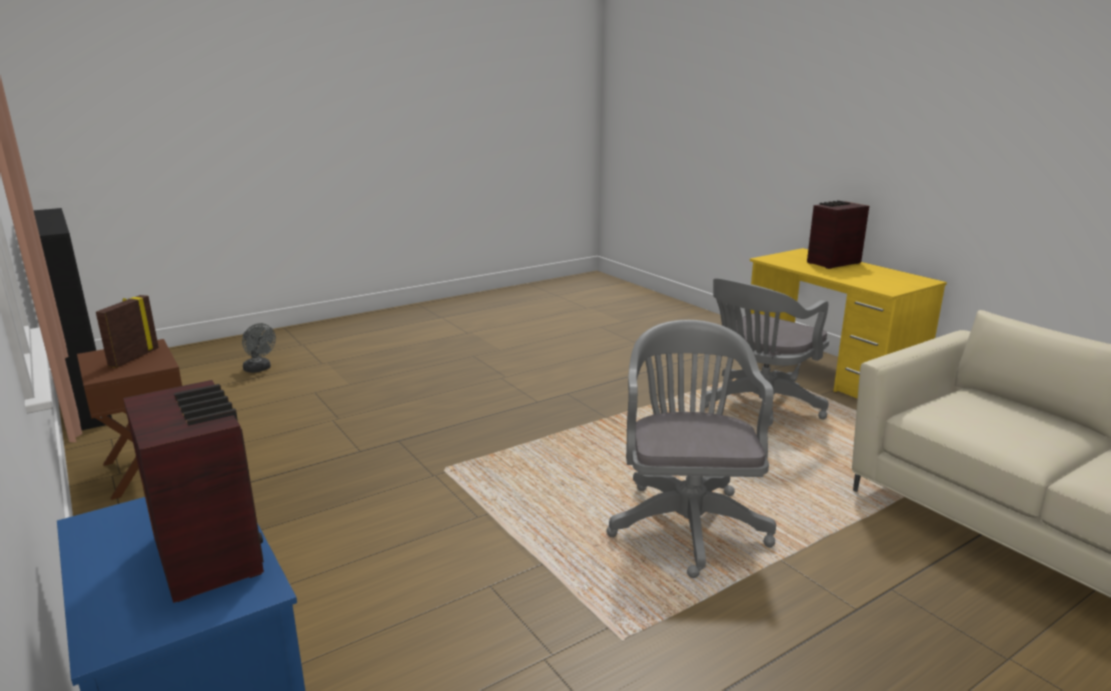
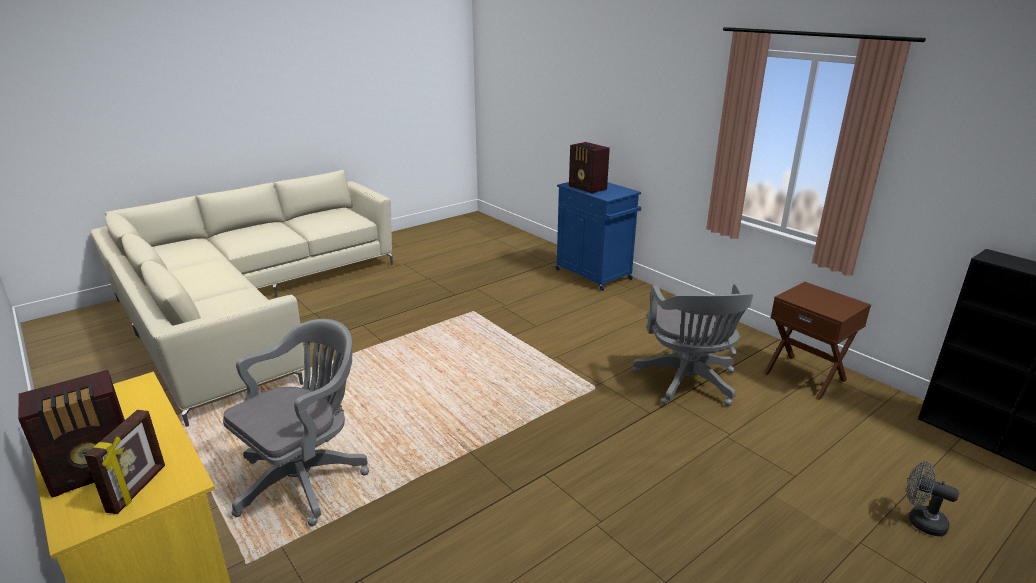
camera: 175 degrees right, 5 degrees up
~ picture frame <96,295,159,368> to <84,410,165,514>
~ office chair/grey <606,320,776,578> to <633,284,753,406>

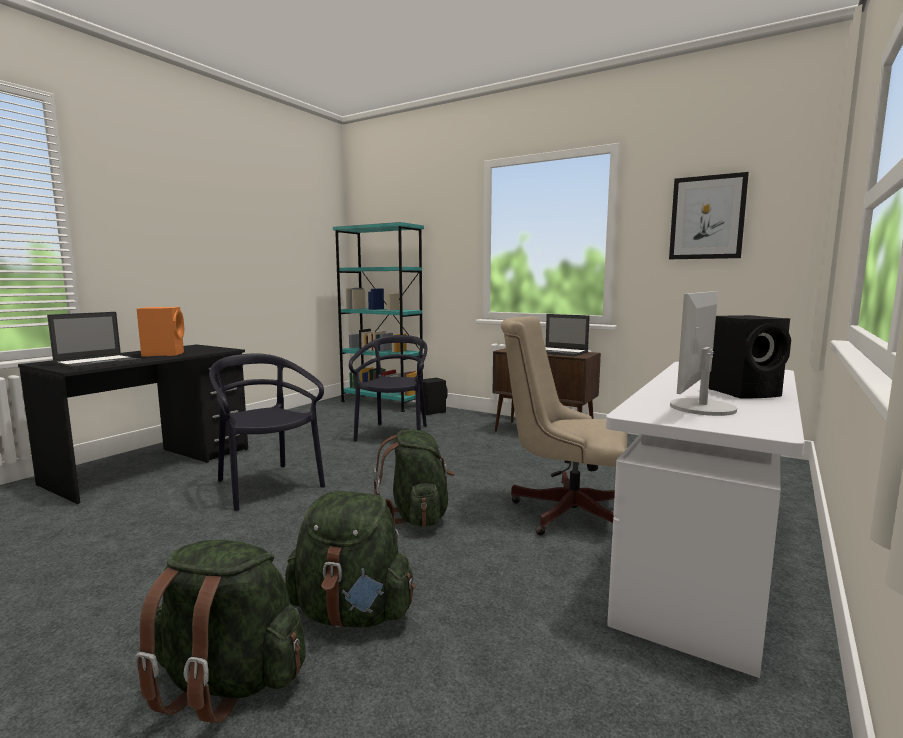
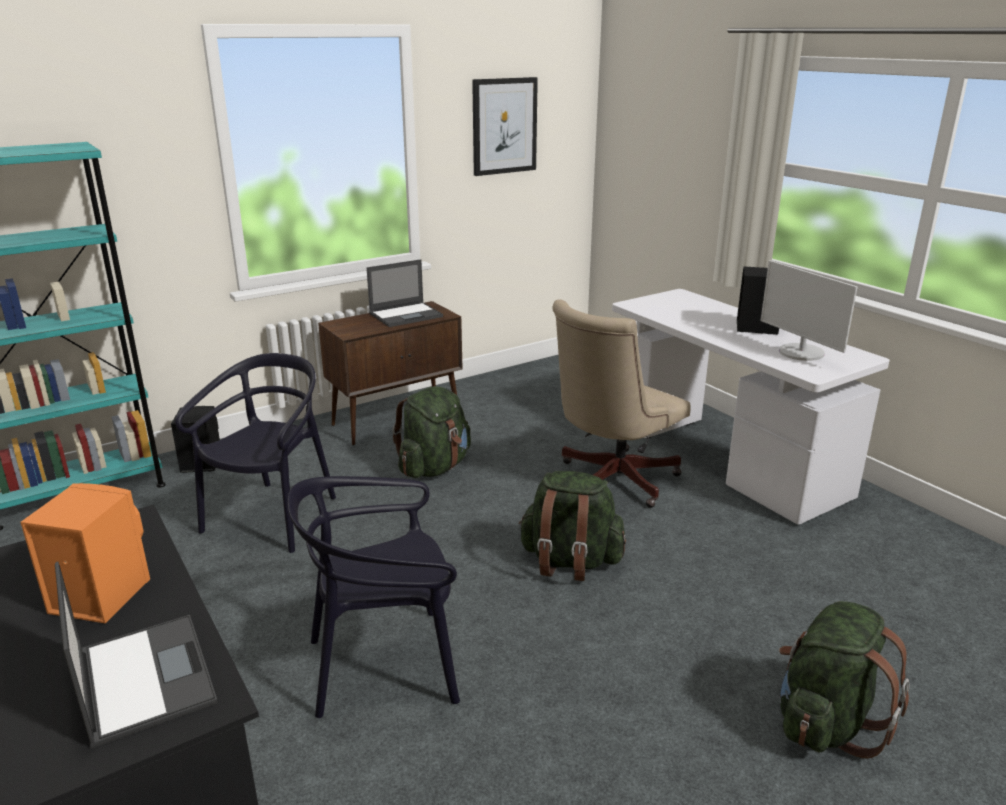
camera: 65 degrees left, 15 degrees up
~ backpack/green <285,491,416,628> to <392,386,471,478>
~ chair/black <349,335,427,442> = <175,353,336,553> 75 degrees clockwise

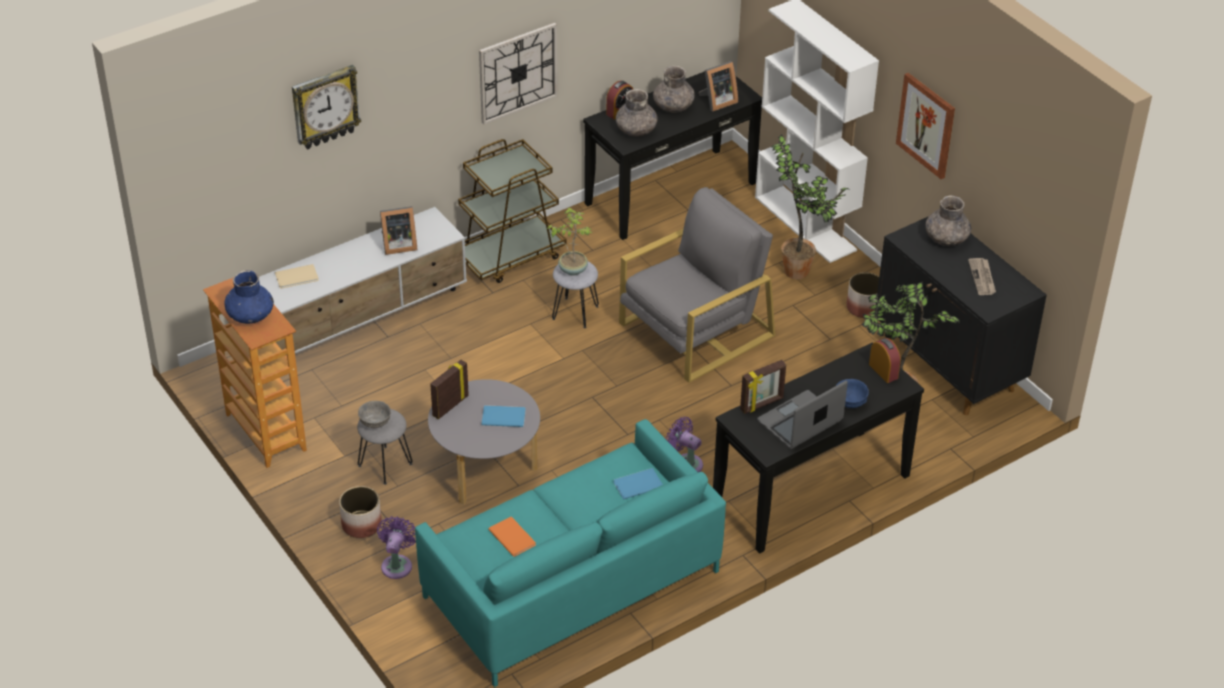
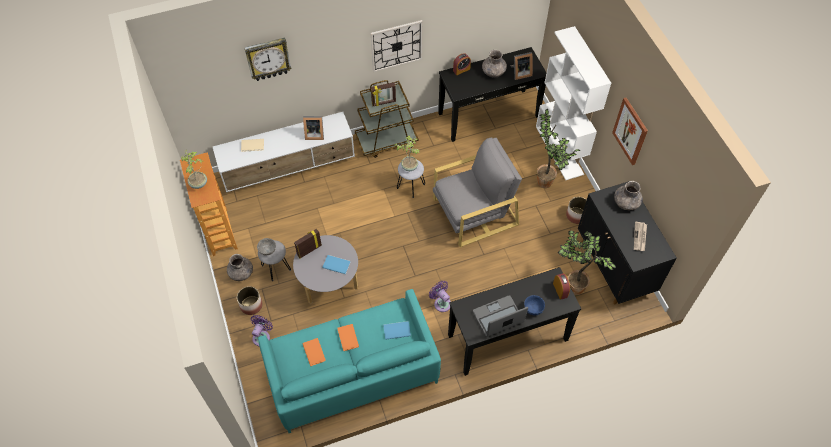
camera: 15 degrees right, 15 degrees up
+ book/orange <337,324,359,351>
~ vase/grey <616,89,658,136> to <227,254,253,281>
~ picture frame <740,360,786,414> to <371,82,396,106>
~ vase/blue <224,270,274,324> to potted plant <181,150,207,189>

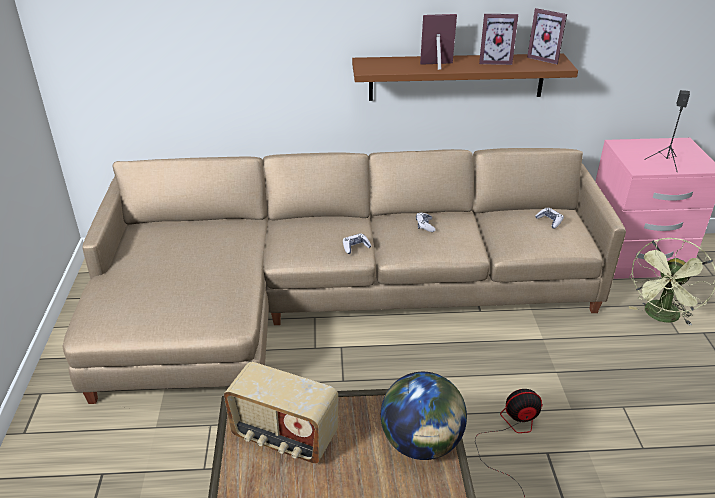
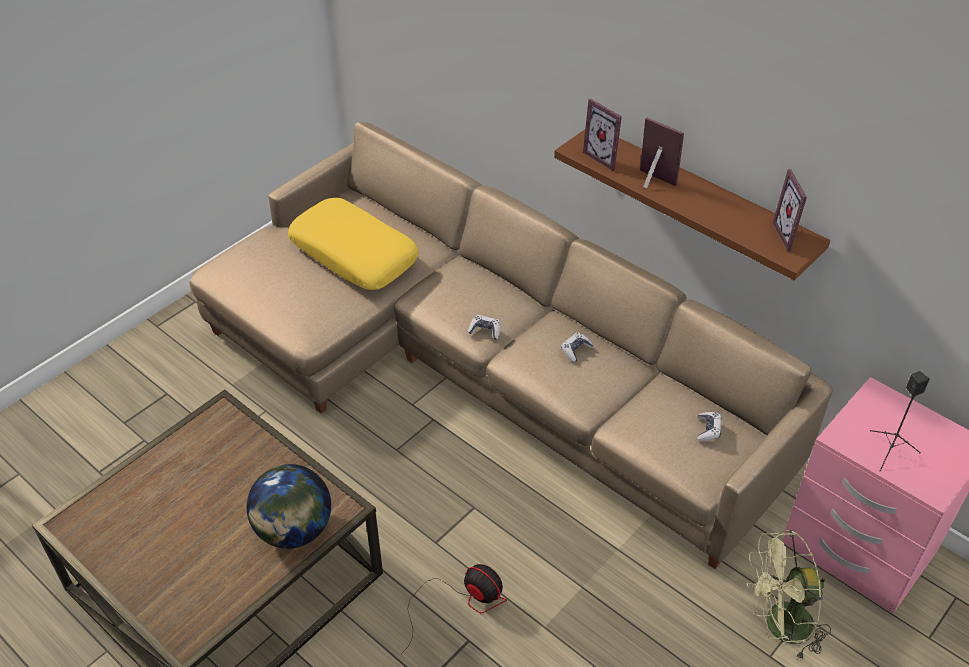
camera: 45 degrees right, 10 degrees up
- radio <224,362,338,464>
+ pillow/yellow <288,198,419,290>
~ picture frame <479,14,519,65> to <583,99,622,171>

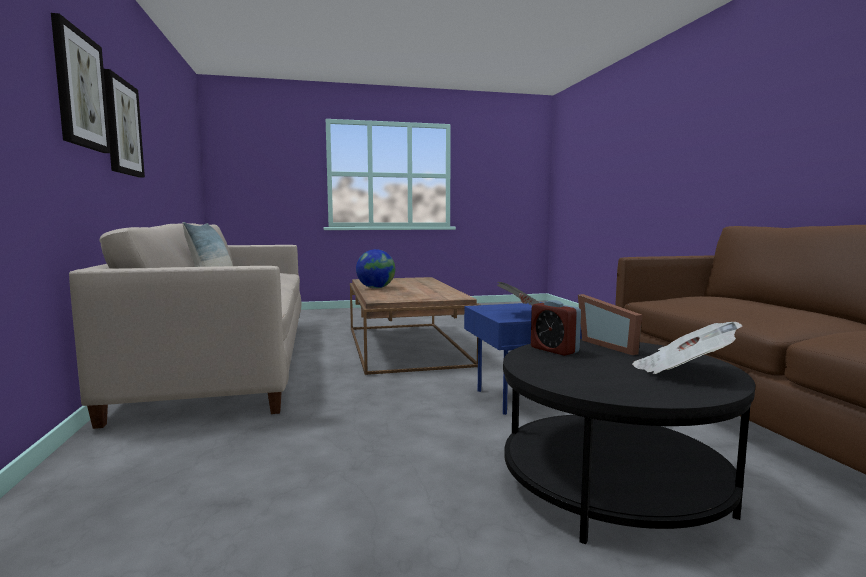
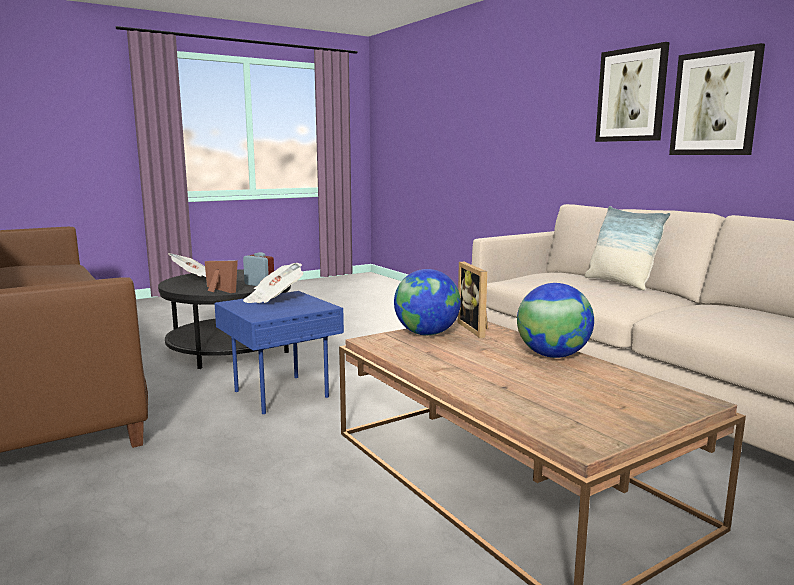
camera: 160 degrees right, 5 degrees up
+ globe <394,269,461,336>
+ picture frame <457,262,488,338>

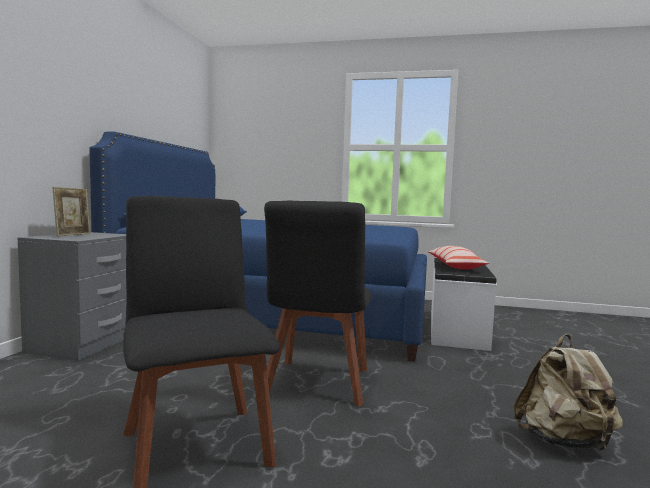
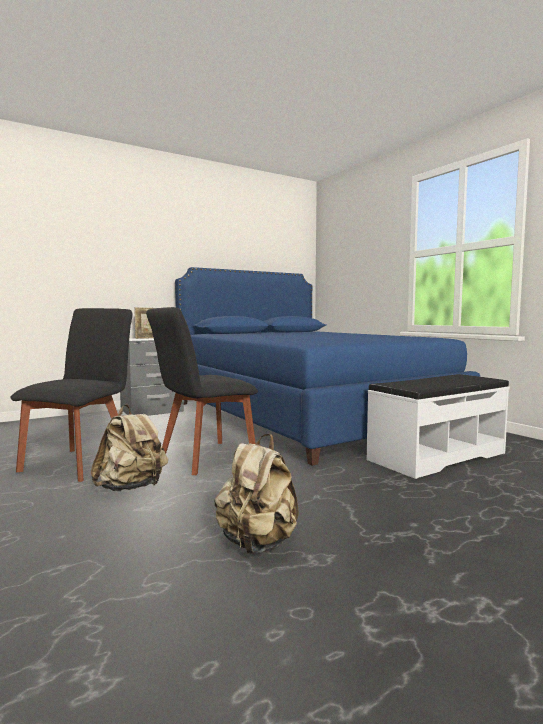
camera: 45 degrees right, 0 degrees up
- pillow <428,246,489,269>
+ backpack/beige <91,404,168,491>

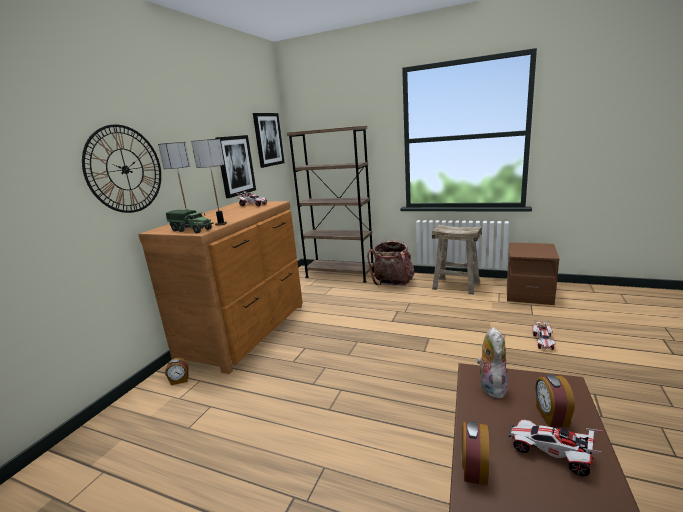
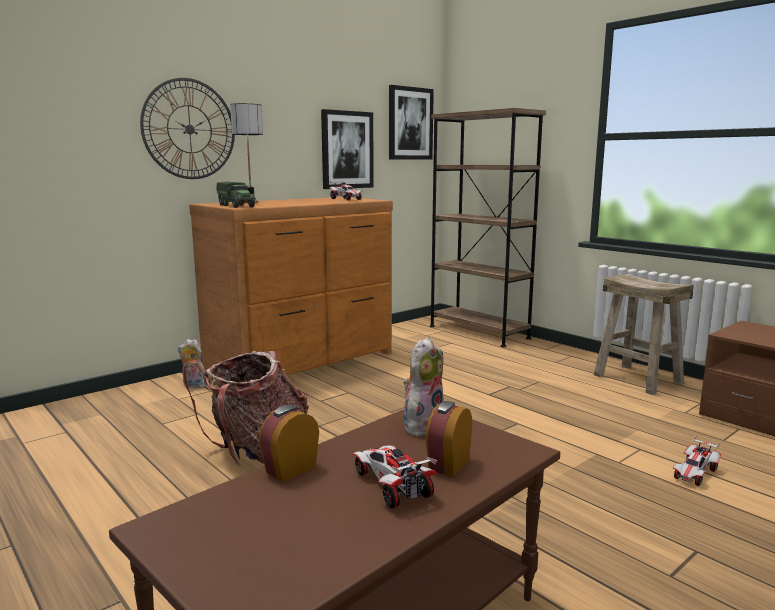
camera: 25 degrees right, 5 degrees down
- table lamp <191,139,227,226>
~ backpack <367,239,414,286> to <183,351,309,465>
~ alarm clock <165,358,189,385> to plush toy <178,339,207,388>

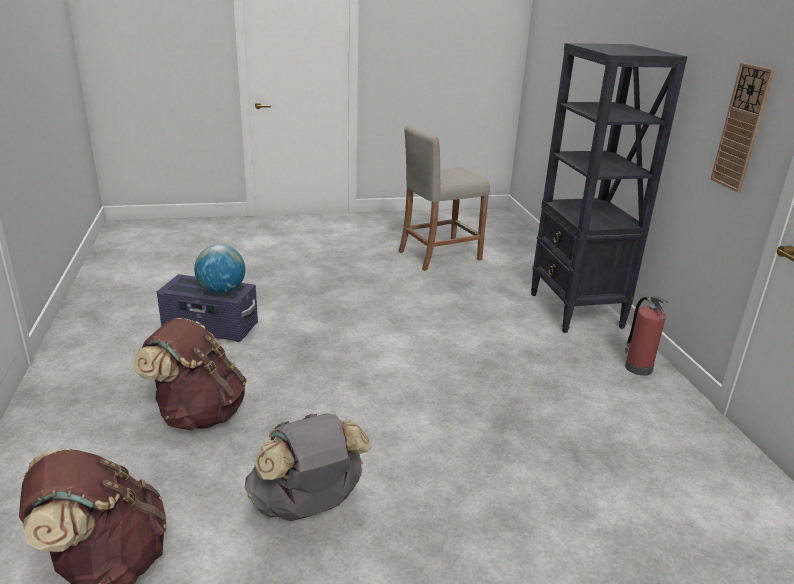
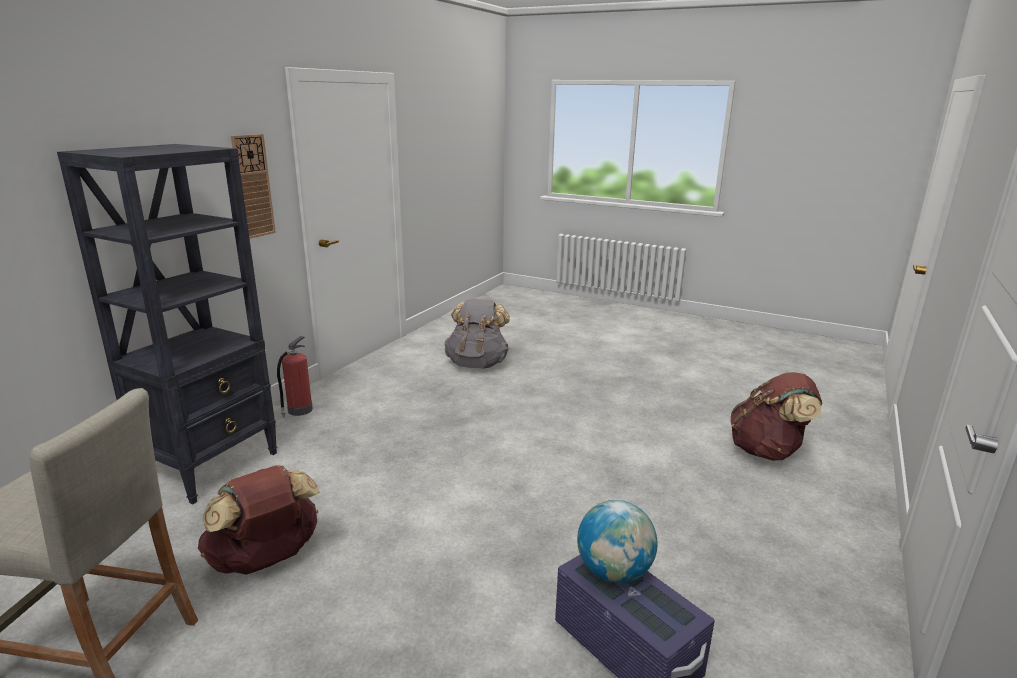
camera: 140 degrees left, 5 degrees down
~ backpack/brown <133,318,247,431> to <198,465,319,575>
~ backpack/grey <245,413,371,521> to <444,299,510,368>

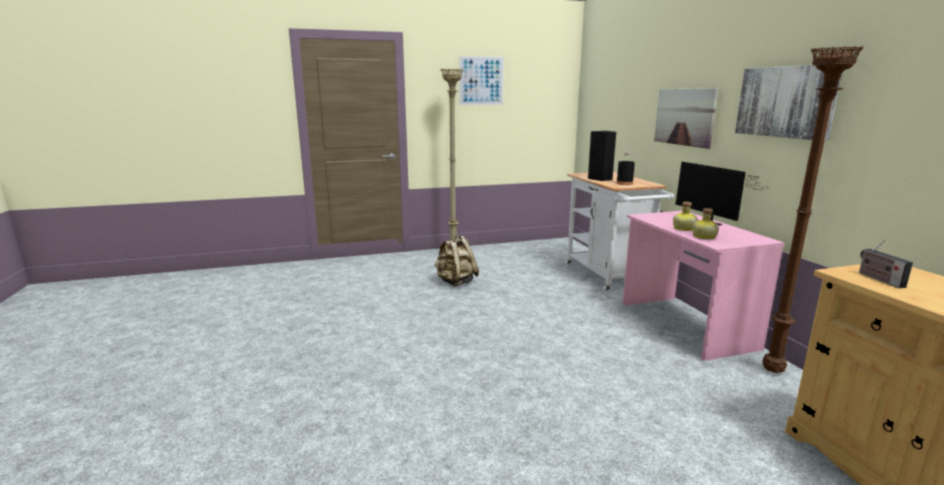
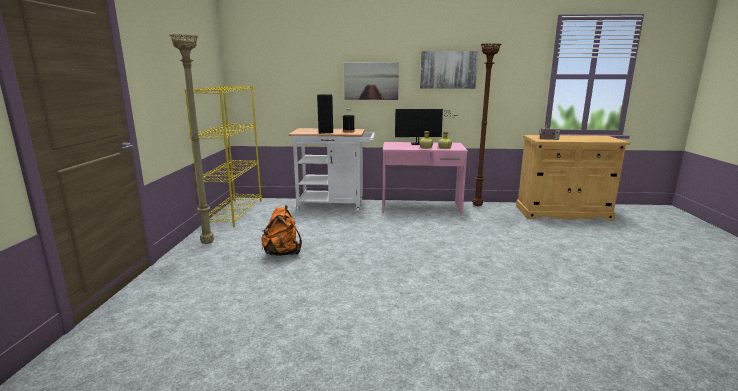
camera: 70 degrees left, 0 degrees up
- picture <459,56,504,105>
+ bookcase/yellow <185,86,262,227>
~ backpack/beige <434,235,479,287> to backpack/orange <261,205,302,256>

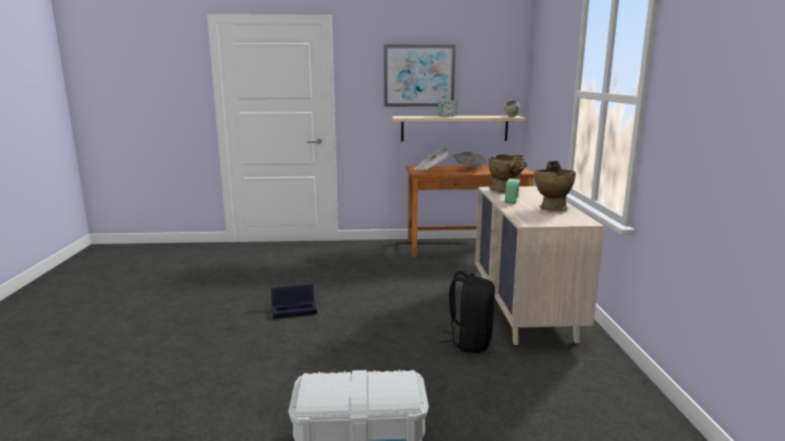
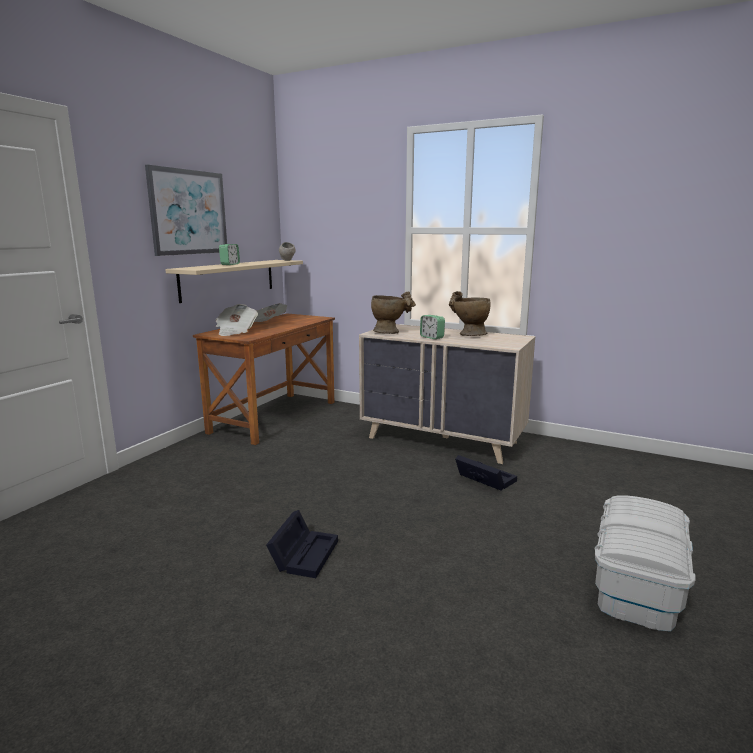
camera: 60 degrees left, 0 degrees up
~ backpack/black <439,271,495,353> to storage box/black <455,455,517,491>

